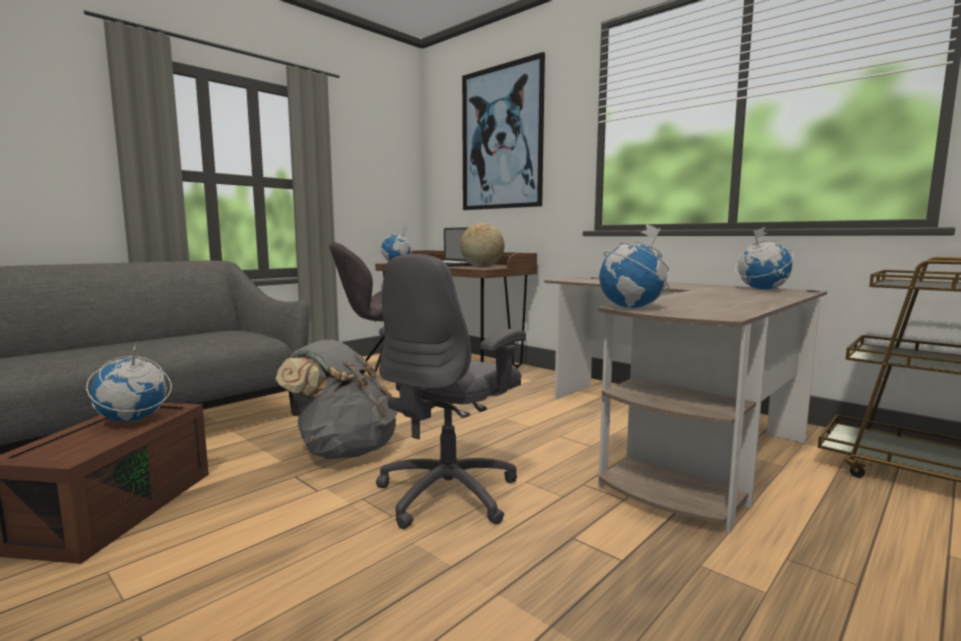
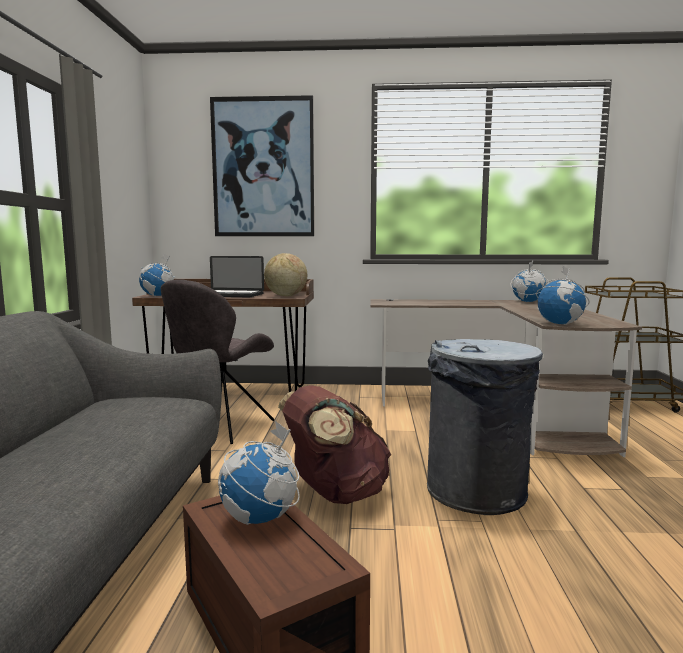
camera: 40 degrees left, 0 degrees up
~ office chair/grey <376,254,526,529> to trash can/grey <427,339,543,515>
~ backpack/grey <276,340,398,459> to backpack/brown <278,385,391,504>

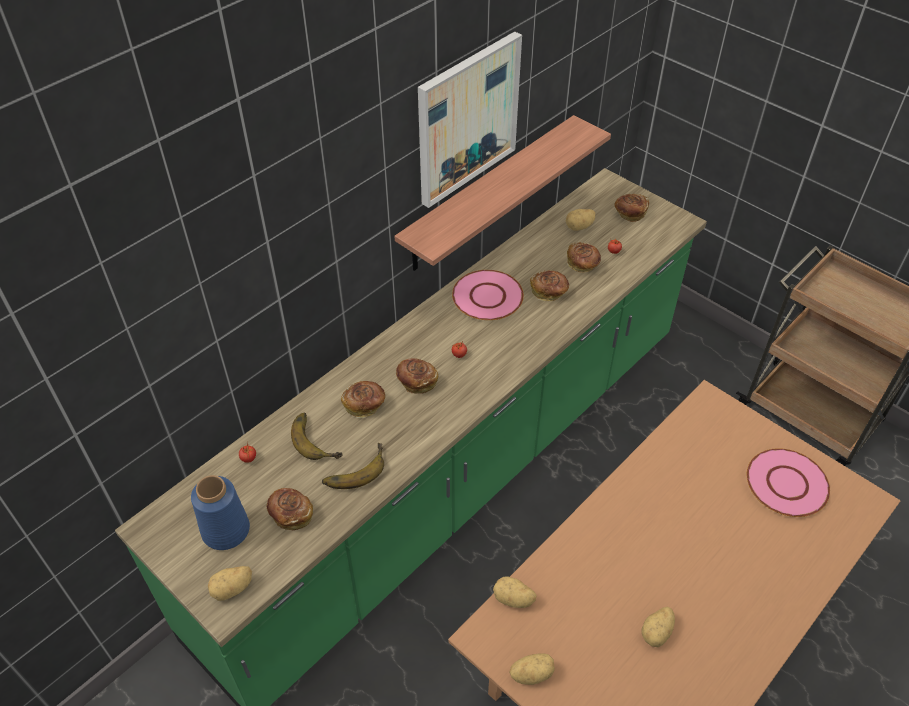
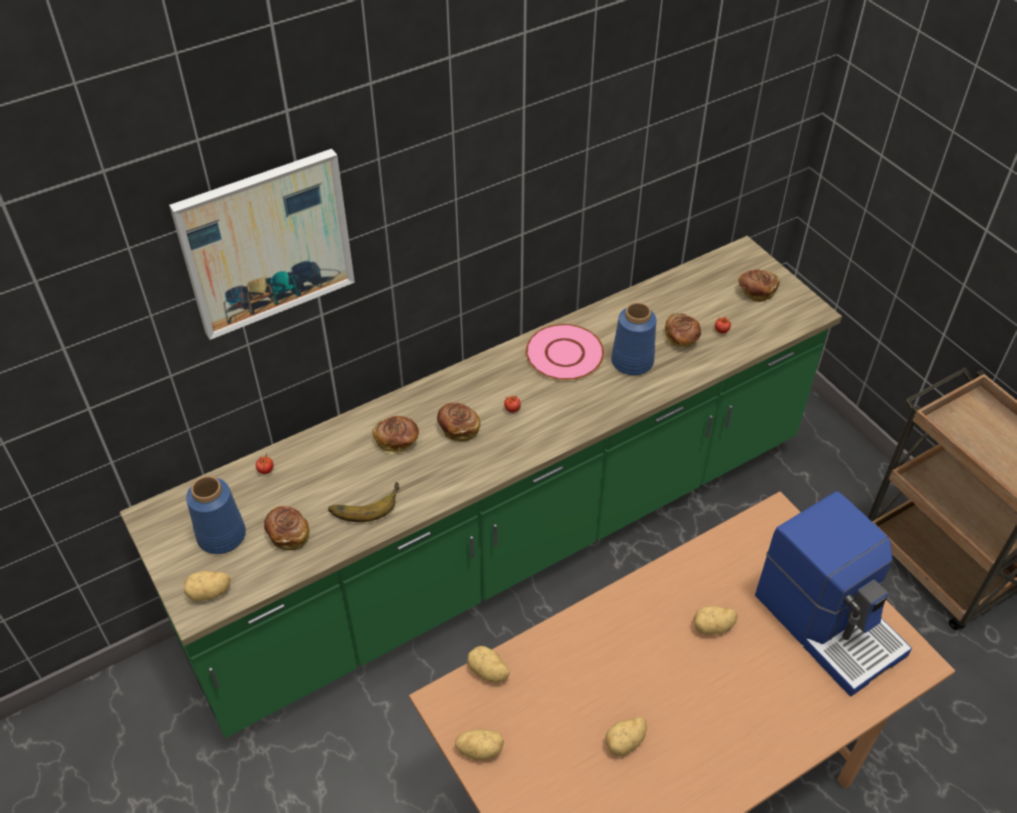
camera: 15 degrees right, 0 degrees up
- banana <291,413,343,460>
- shelf <395,115,611,271>
~ picture <418,31,522,208> to <169,149,355,340>
~ potato <566,209,595,231> to <694,606,738,635>
~ bread <530,270,569,301> to vase/blue <611,302,656,375>
~ plate/pink <747,448,830,517> to coffee machine <755,491,912,697>

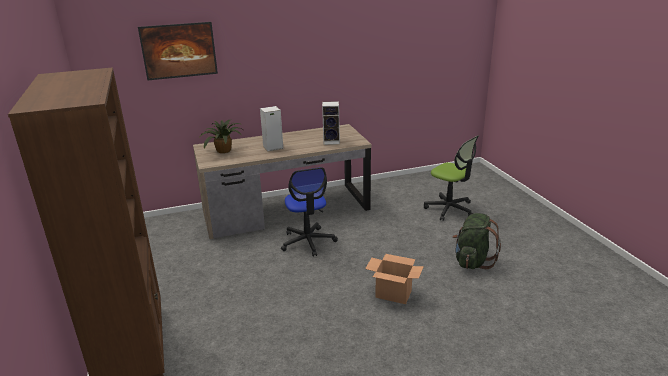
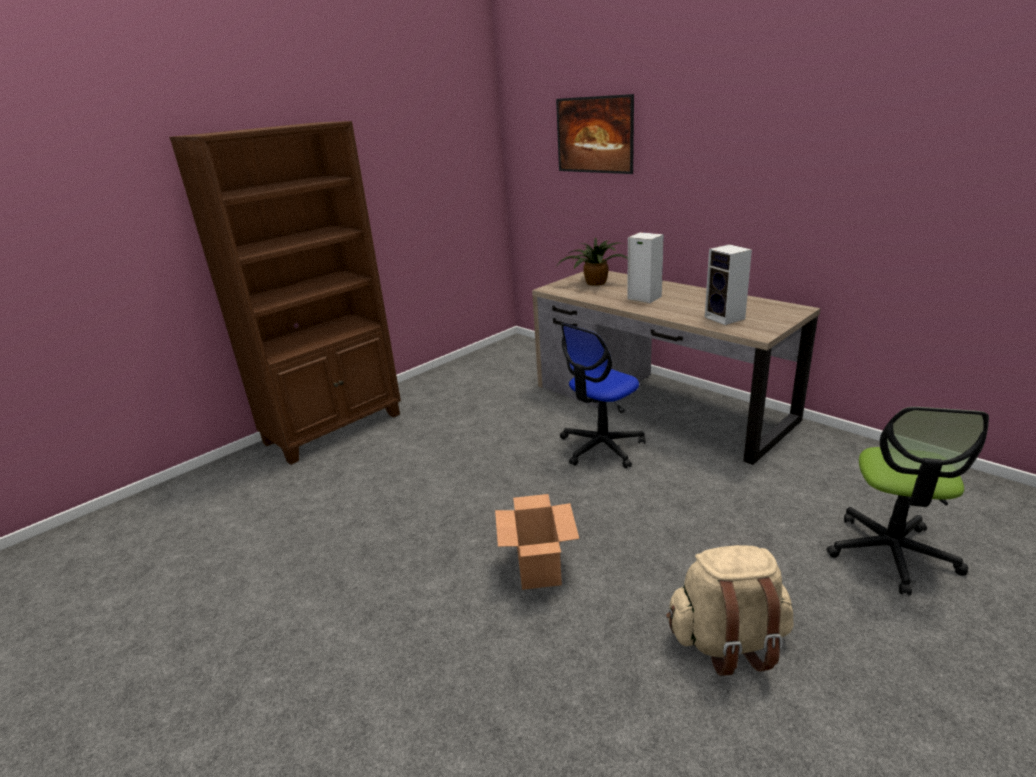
camera: 65 degrees right, 0 degrees up
~ backpack/green <453,213,501,269> to backpack/beige <666,545,793,676>

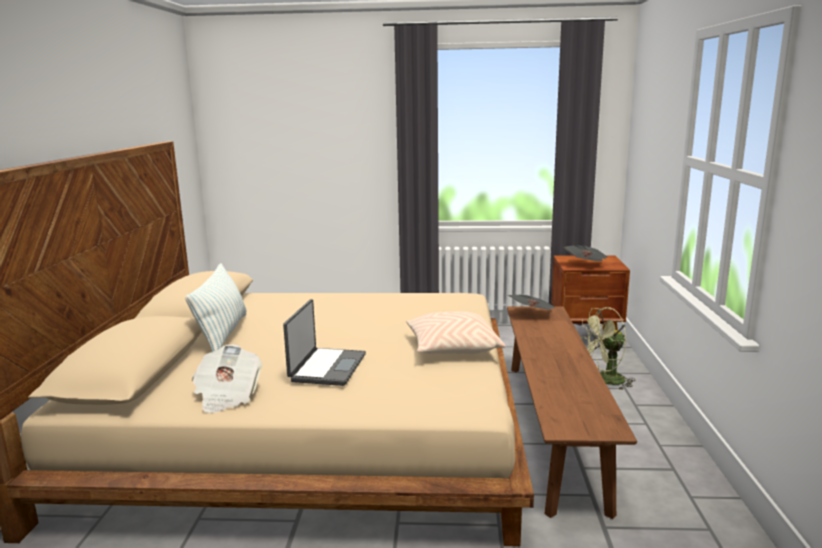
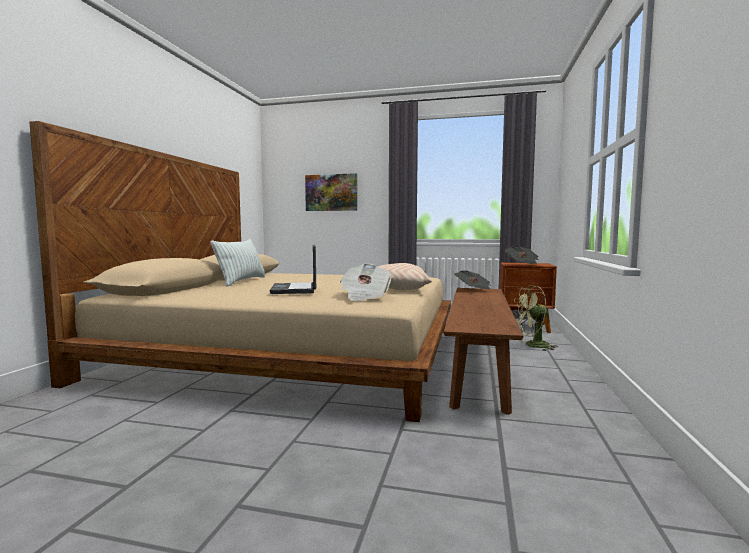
camera: 10 degrees right, 10 degrees down
+ picture <305,173,357,211>
~ newspaper <192,344,262,413> to <340,264,393,301>
~ laptop <283,299,366,386> = <270,244,316,294> 150 degrees clockwise

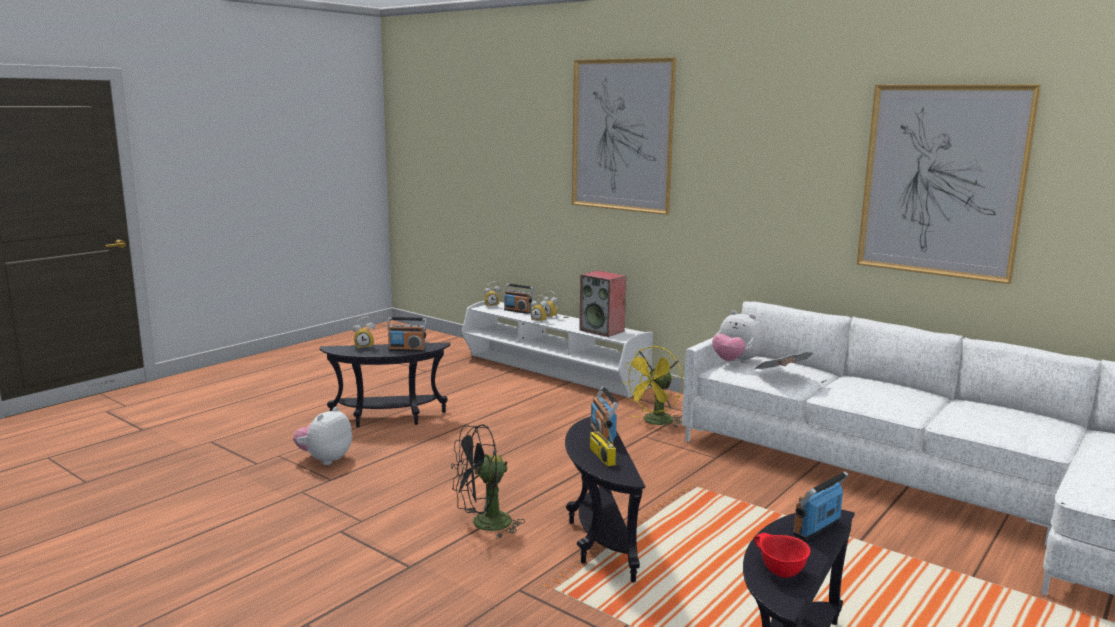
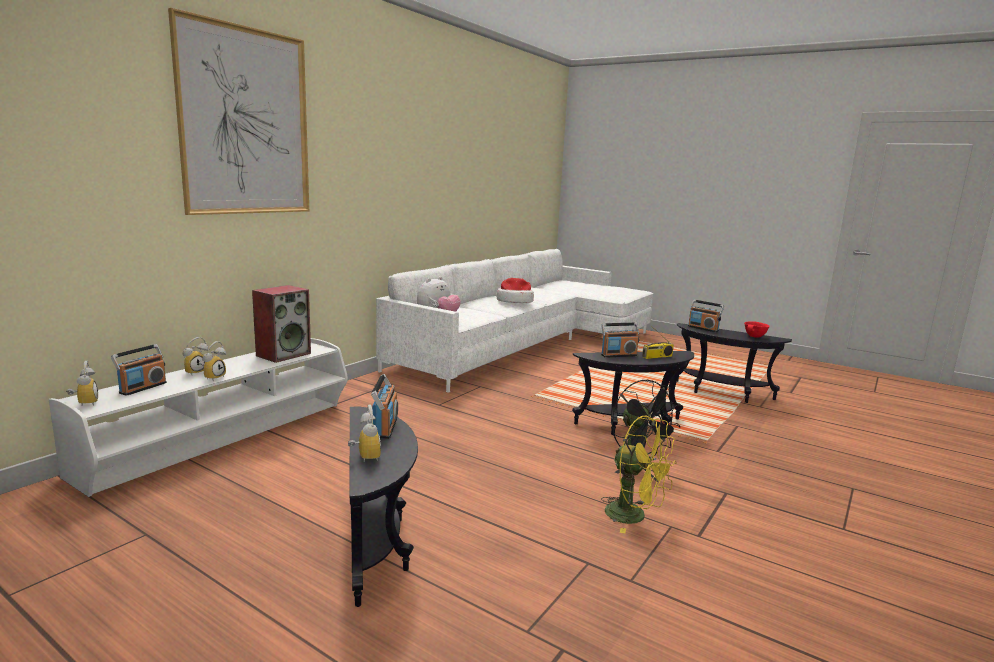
camera: 95 degrees left, 0 degrees up
- plush toy <293,407,352,465>
- newspaper <754,352,814,369>
- picture <857,84,1041,284>
+ hat <497,278,534,303>
~ fan/yellow <624,346,683,428> to <601,416,677,533>

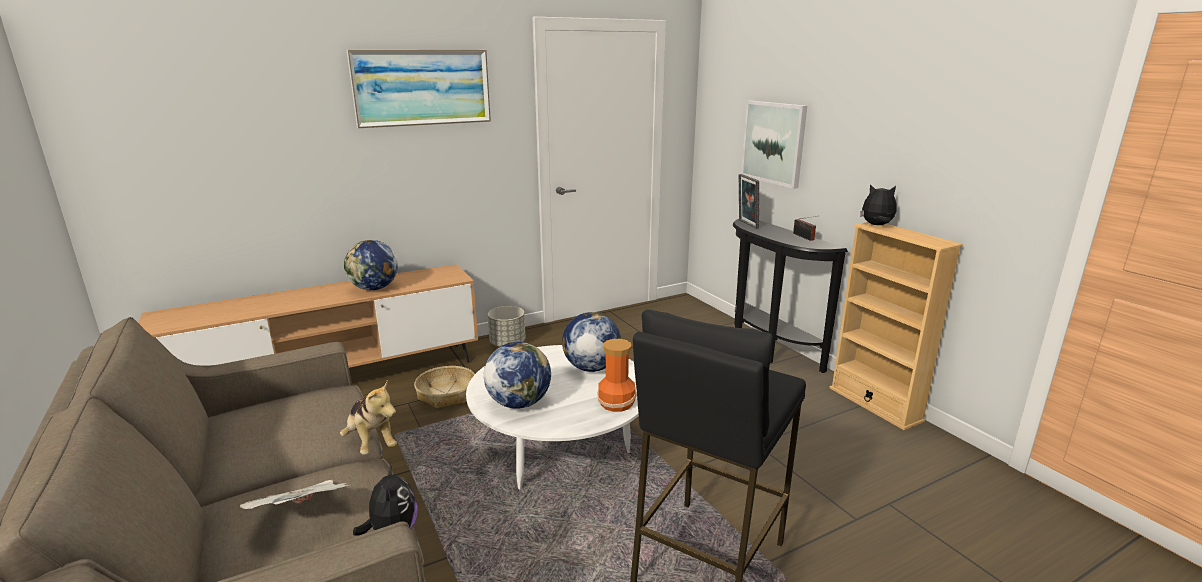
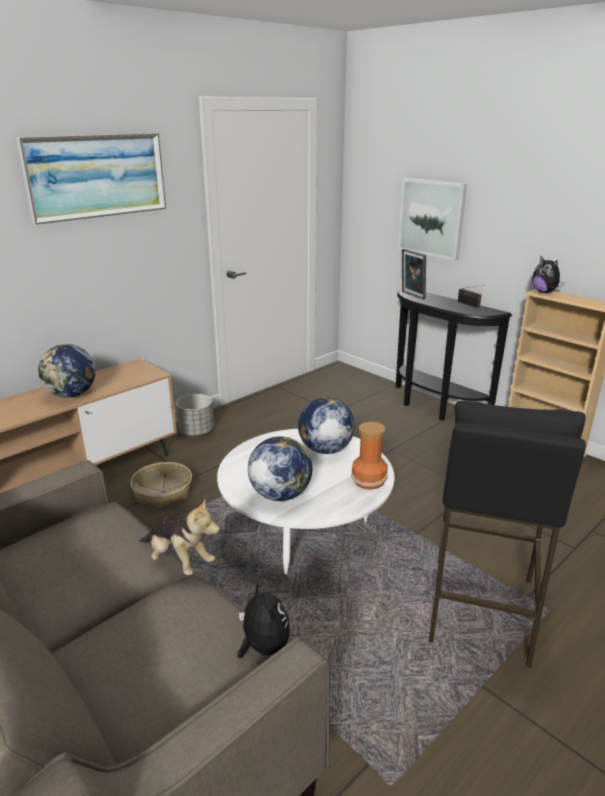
camera: 15 degrees left, 5 degrees up
- newspaper <240,480,348,509>
~ plush toy <860,185,897,225> = <532,256,565,293> 120 degrees counterclockwise

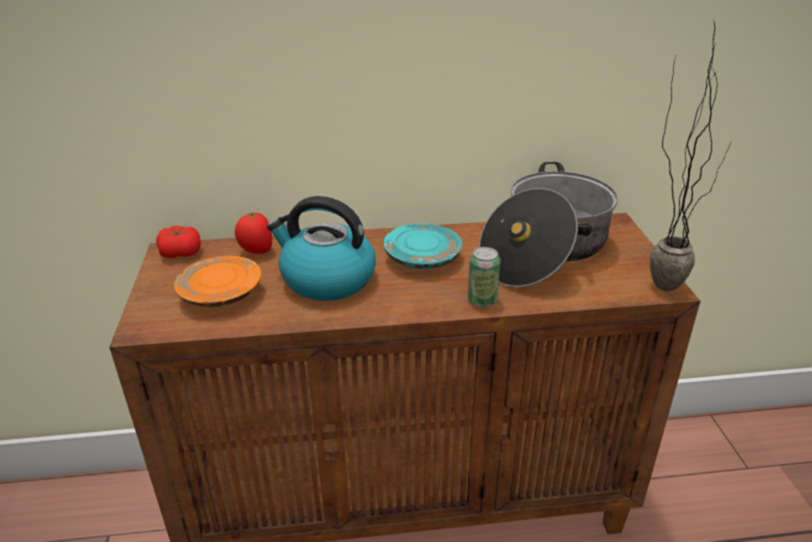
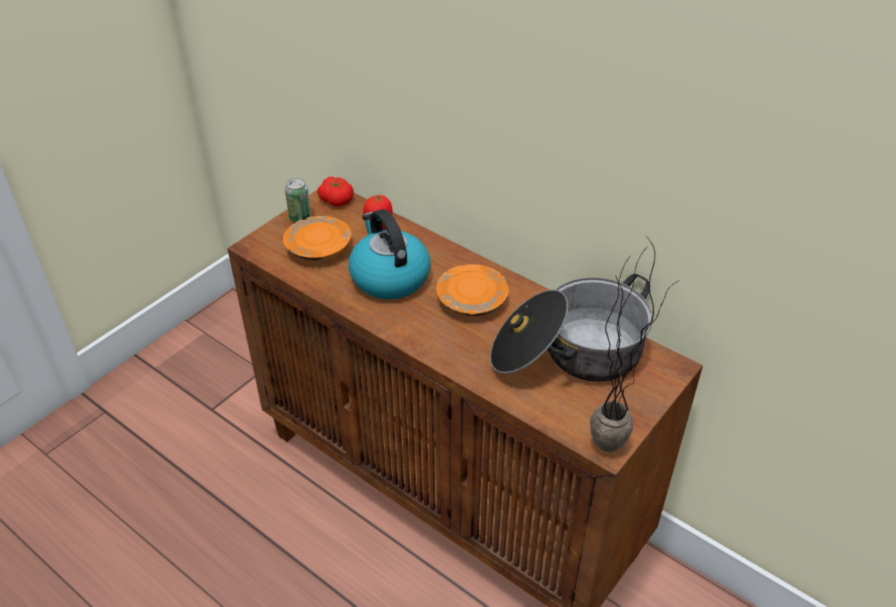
camera: 45 degrees right, 10 degrees up
~ can <468,247,501,307> to <285,178,311,223>
~ plate/turquoise <383,223,462,269> to plate/orange <436,264,509,317>

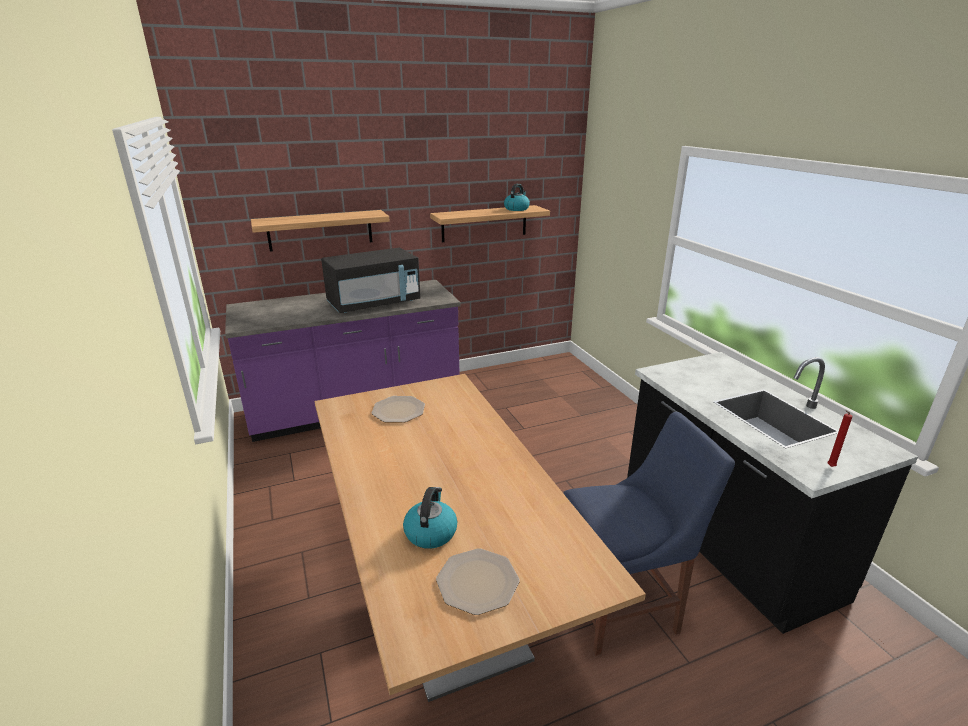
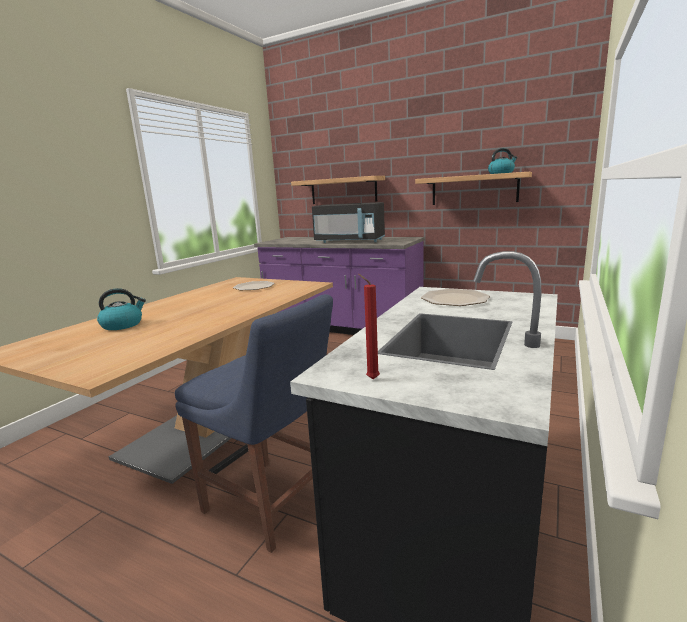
camera: 50 degrees right, 10 degrees down
~ plate <436,548,520,615> to <421,289,490,306>

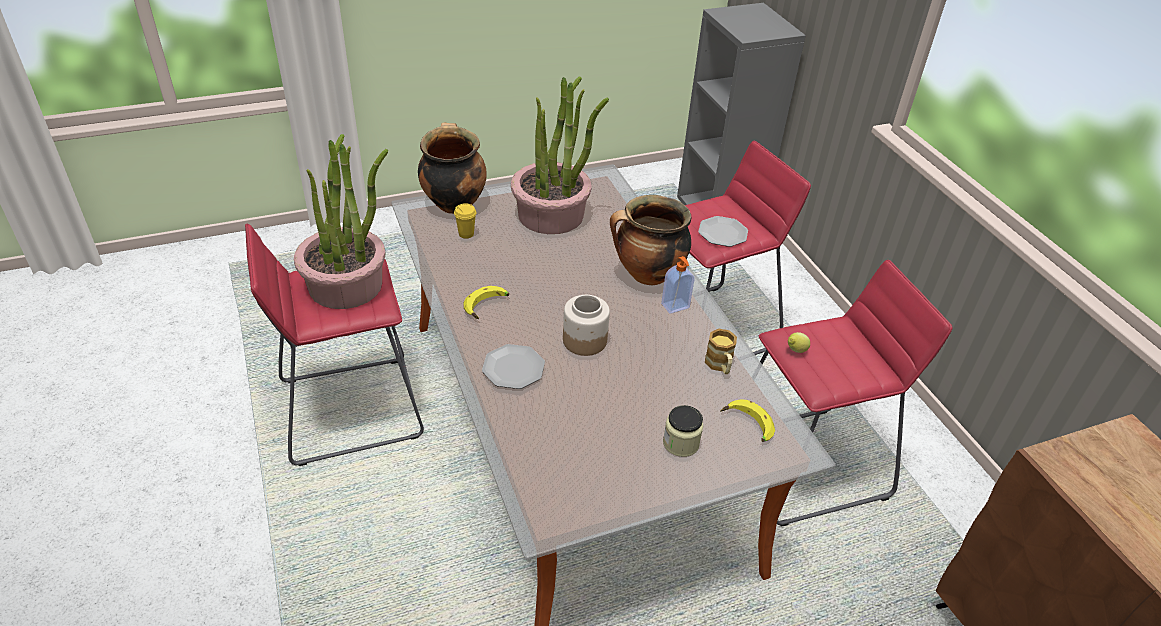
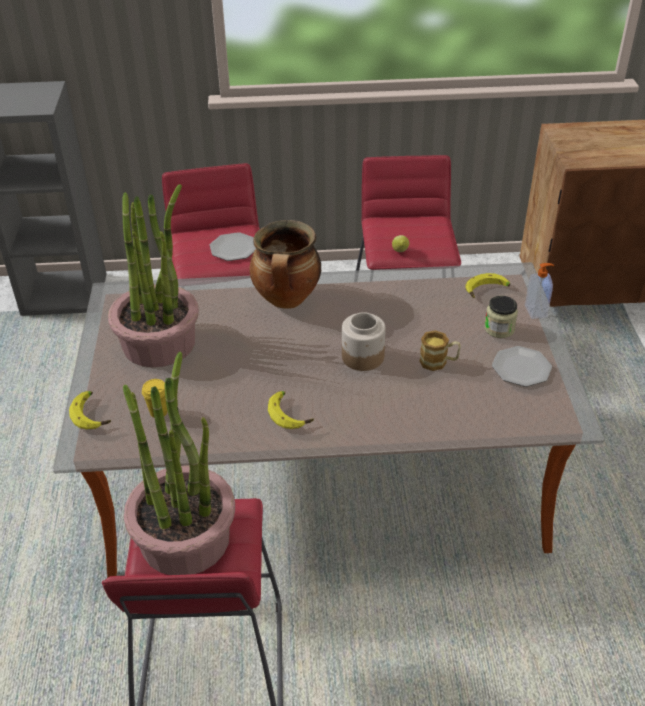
camera: 70 degrees left, 0 degrees up
~ plate <482,344,545,389> to <492,346,552,387>
~ soap dispenser <661,256,694,314> to <525,263,554,319>
~ mug <705,329,737,374> to <419,330,461,371>
~ cooking pot <418,122,487,214> to banana <69,391,111,429>

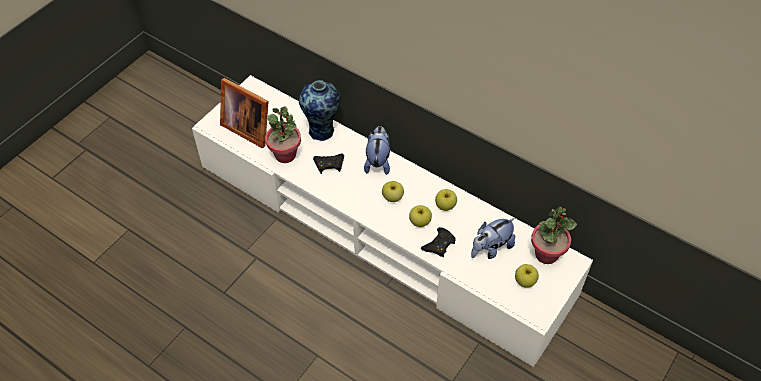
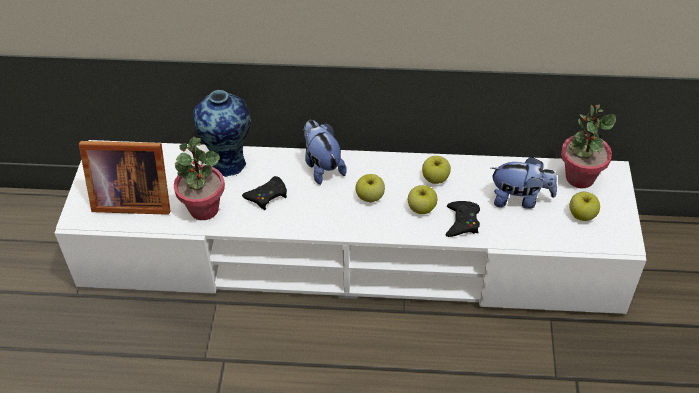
camera: 30 degrees left, 5 degrees down
~ plush toy <471,218,515,259> = <491,157,557,209> 105 degrees counterclockwise

